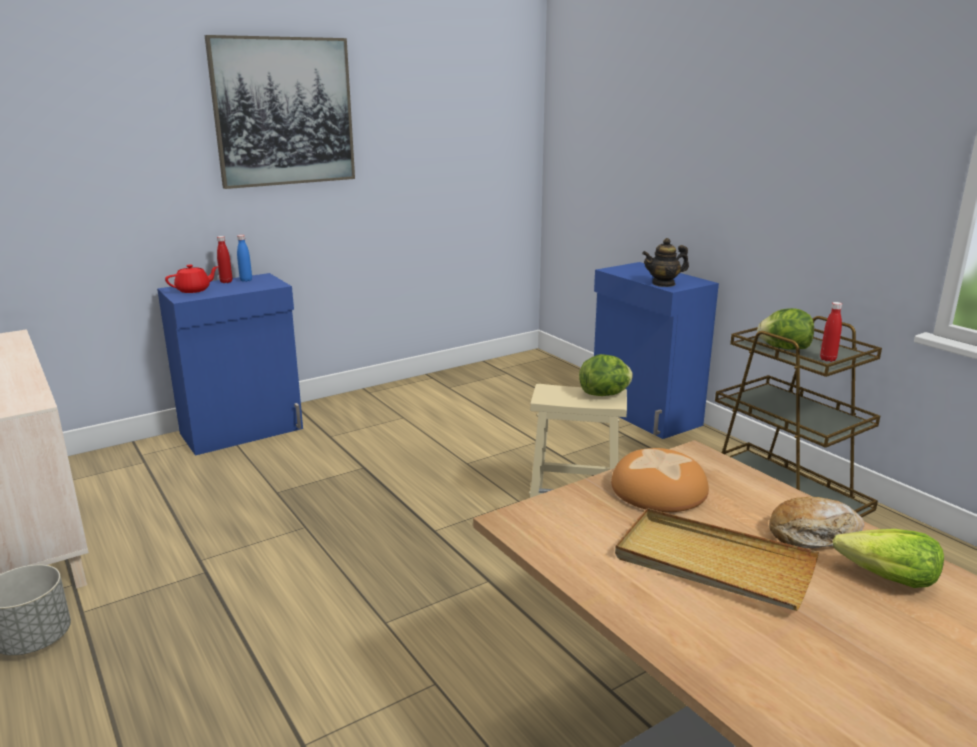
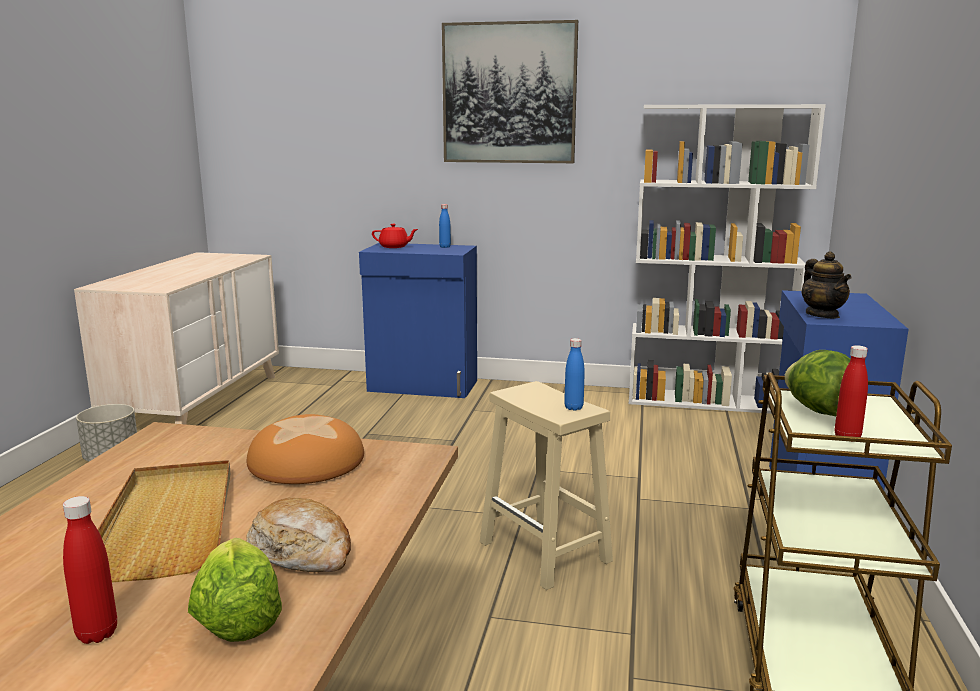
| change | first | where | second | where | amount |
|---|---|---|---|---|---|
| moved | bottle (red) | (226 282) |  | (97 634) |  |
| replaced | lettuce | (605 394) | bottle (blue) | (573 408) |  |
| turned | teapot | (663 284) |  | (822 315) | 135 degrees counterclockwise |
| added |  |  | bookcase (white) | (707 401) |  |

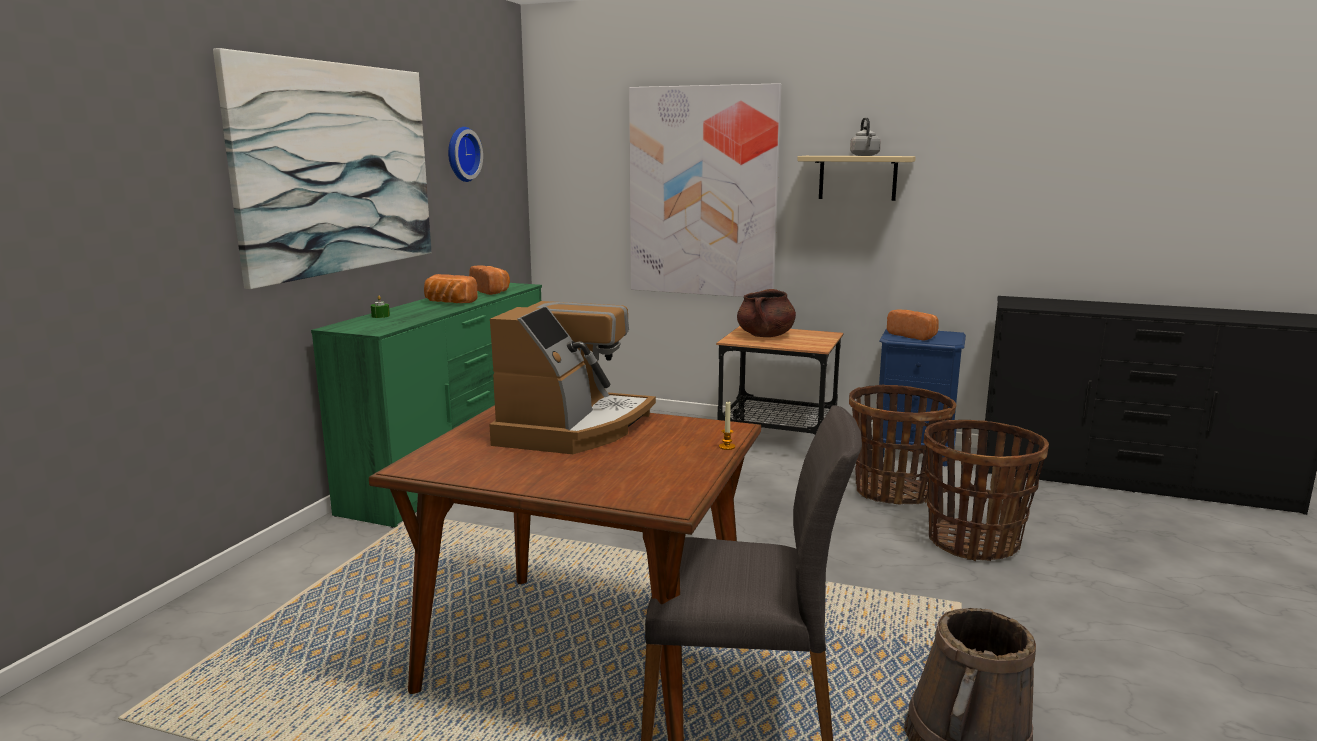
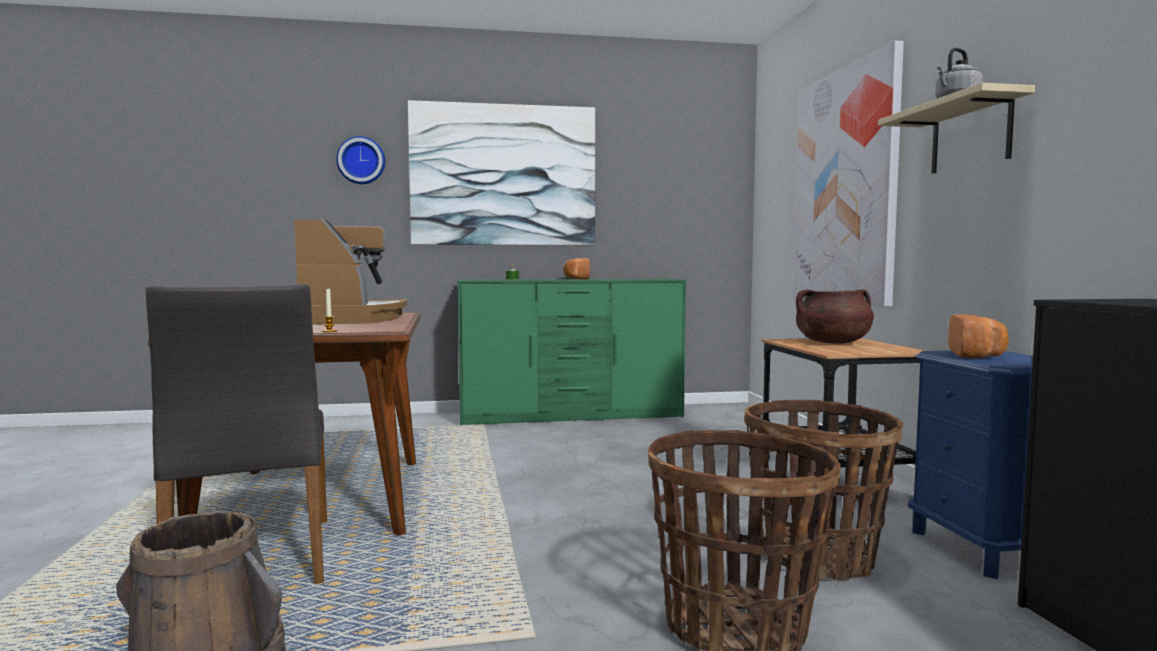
| change | first | where | second | where | amount |
|---|---|---|---|---|---|
| moved | wall clock | (461 154) |  | (361 161) |  |
| removed | bread | (492 291) |  |  |  |
| turned | coffee machine | (573 428) |  | (352 319) | 90 degrees counterclockwise |

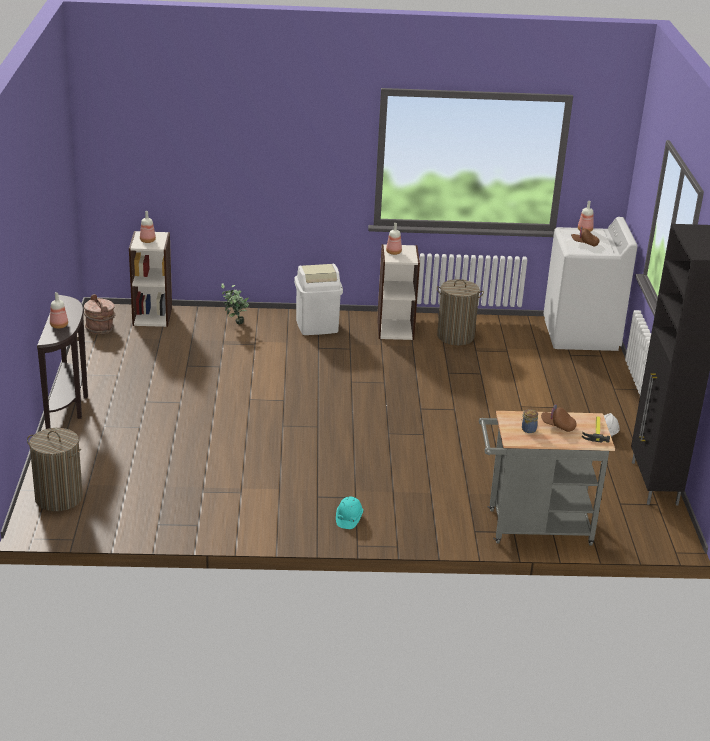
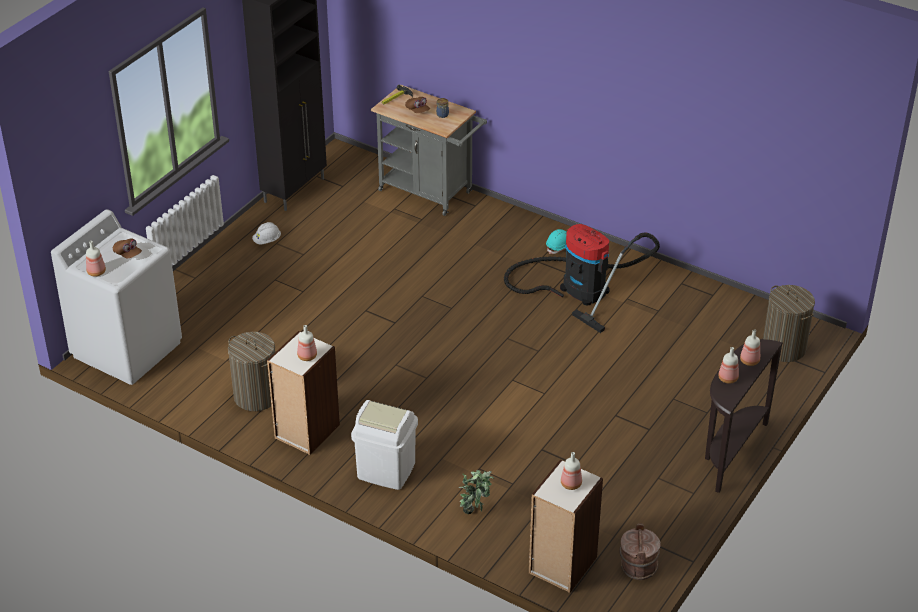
| change | first | where | second | where | amount |
|---|---|---|---|---|---|
| added |  |  | vacuum cleaner | (579 288) |  |
| added |  |  | bottle | (727 378) |  |

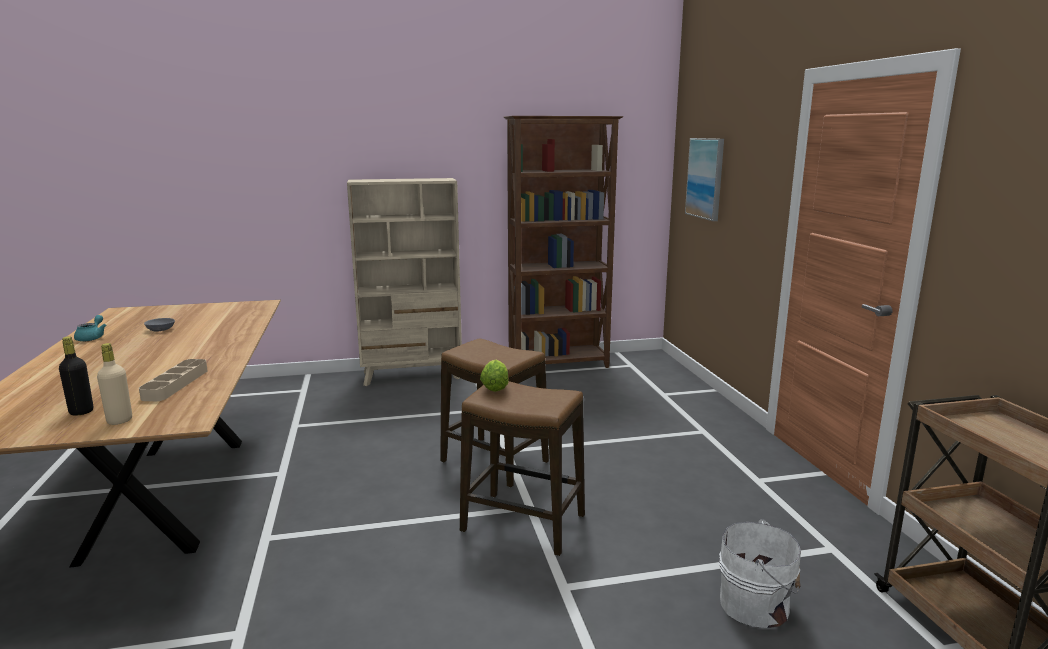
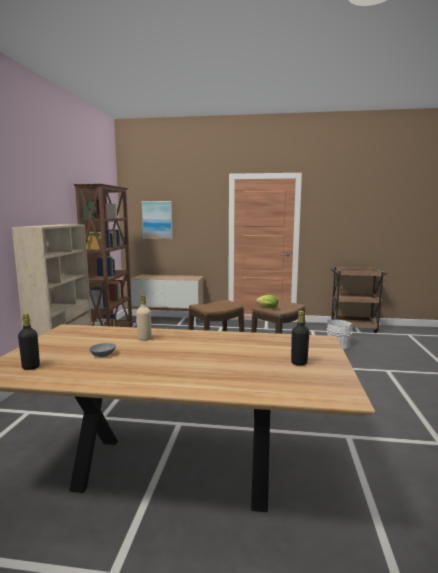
| change | first | where | second | where | amount |
|---|---|---|---|---|---|
| removed | teapot (turquoise) | (92 337) |  |  |  |
| moved | bottle (beige) | (119 420) |  | (144 339) |  |
| removed | tray (beige) | (176 384) |  |  |  |
| added |  |  | bottle (black) | (31 367) |  |
| added |  |  | cabinet | (169 321) |  |

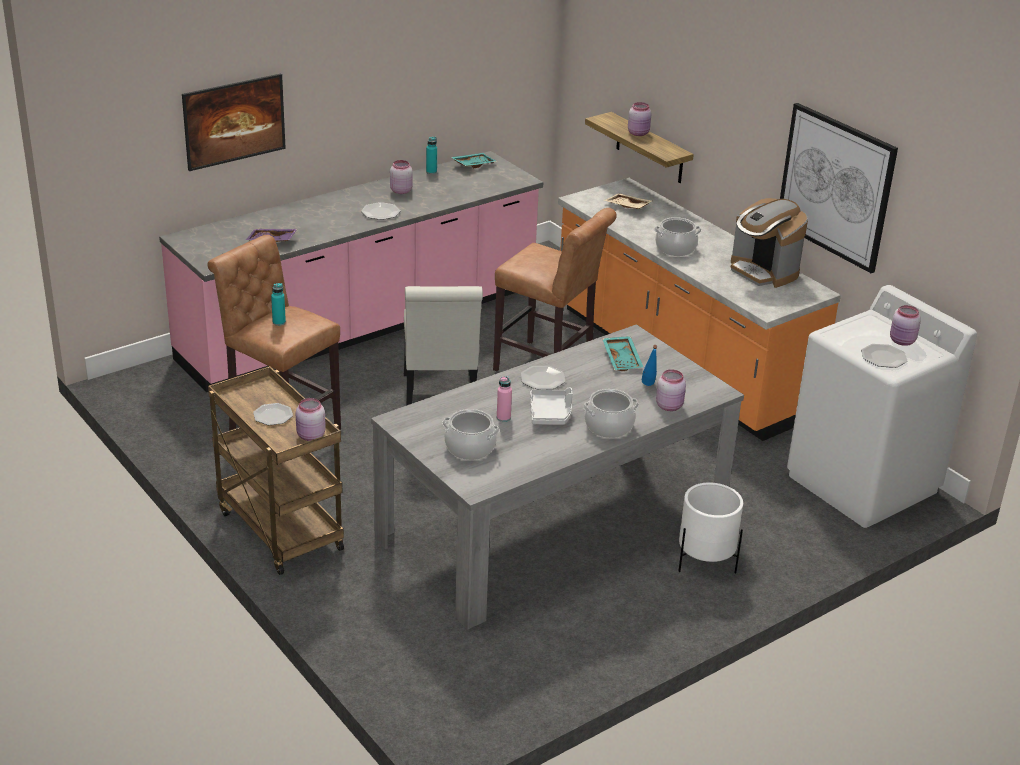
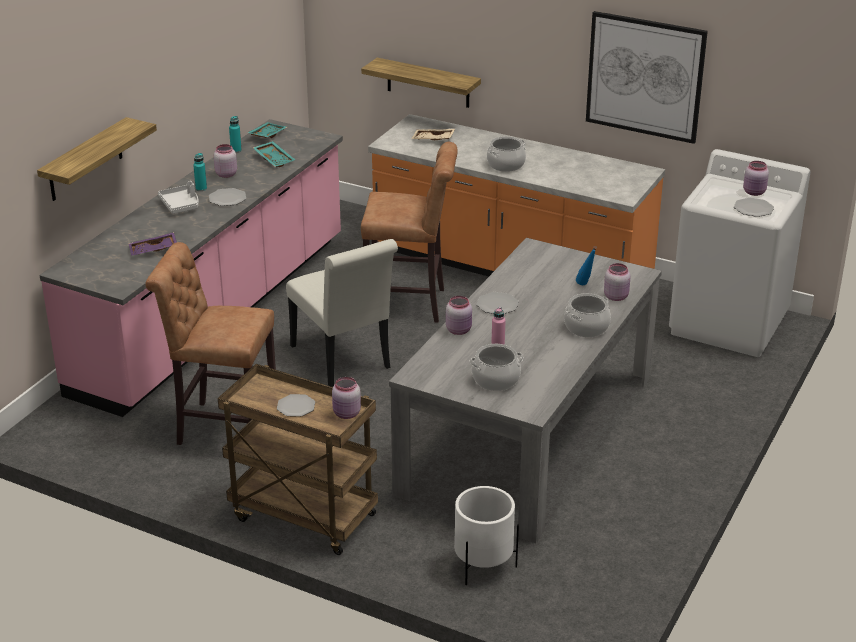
| change | first | where | second | where | amount |
|---|---|---|---|---|---|
| replaced | picture | (235 140) | shelf | (85 160) |  |
| moved | bottle (turquoise) | (279 322) |  | (201 188) |  |
| moved | tray (grey) | (550 414) |  | (181 205) |  |
| moved | tray (turquoise) | (623 359) |  | (275 159) |  |
| moved | jar (pink) | (639 133) |  | (459 330) |  |
| moved | planter (white) | (705 562) |  | (483 566) |  |
| removed | coffee machine | (763 271) |  |  |  |

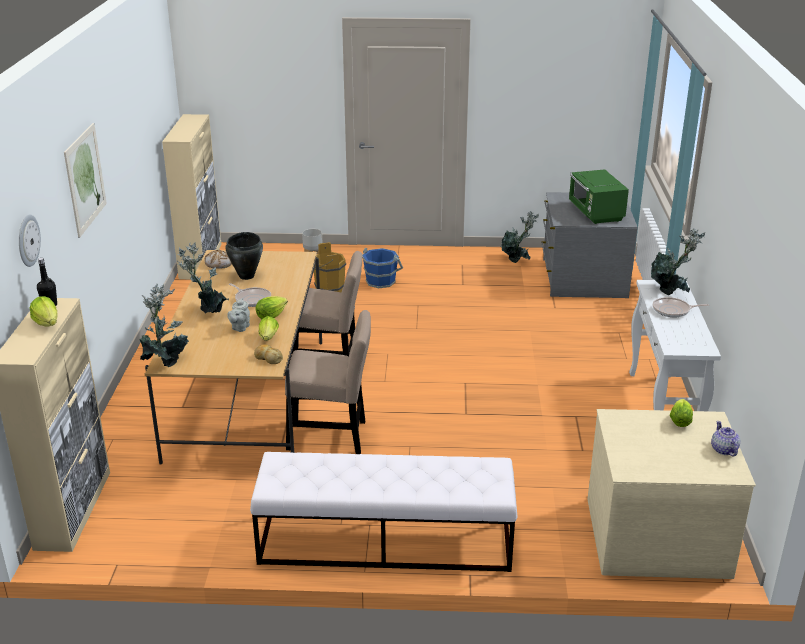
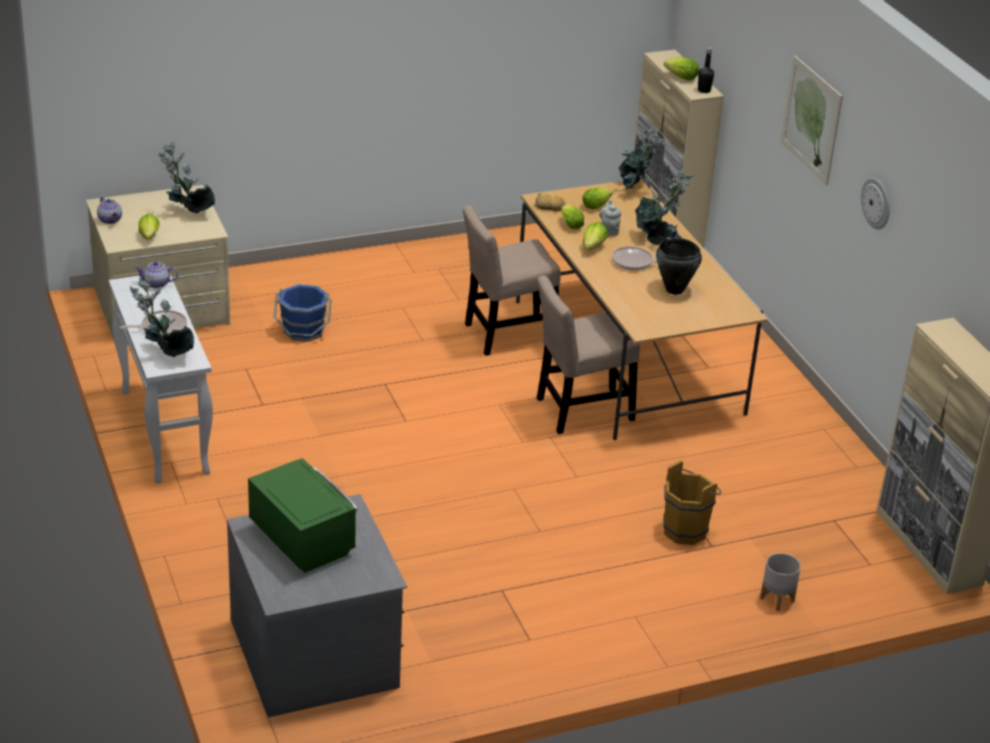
| change | first | where | second | where | amount |
|---|---|---|---|---|---|
| moved | wall clock | (27 240) |  | (876 203) |  |
| removed | bread | (219 264) |  |  |  |
| removed | bench (white) | (384 542) |  |  |  |
| moved | bucket (blue) | (380 281) |  | (304 331) |  |
| moved | potted plant | (517 260) |  | (188 214) |  |
| added |  |  | teapot | (157 284) |  |
| added |  |  | lettuce | (597 205) |  |

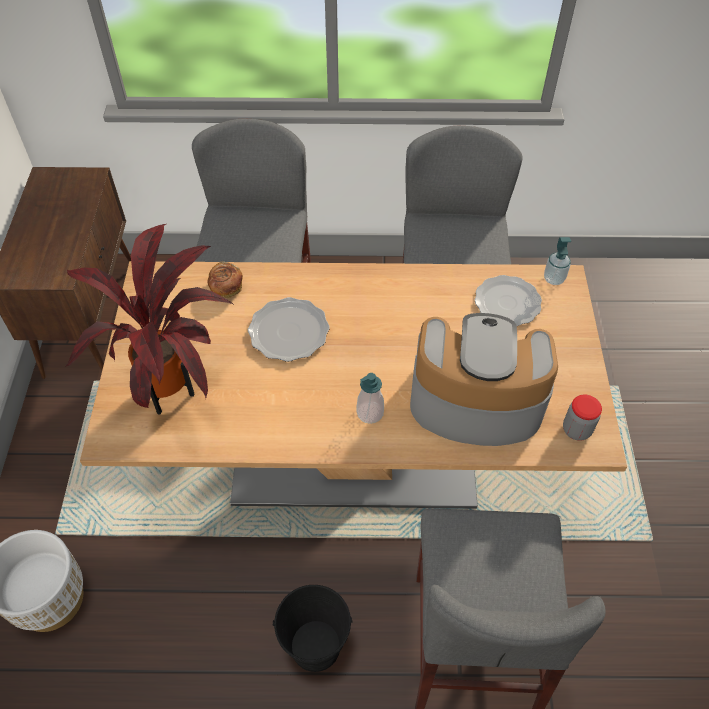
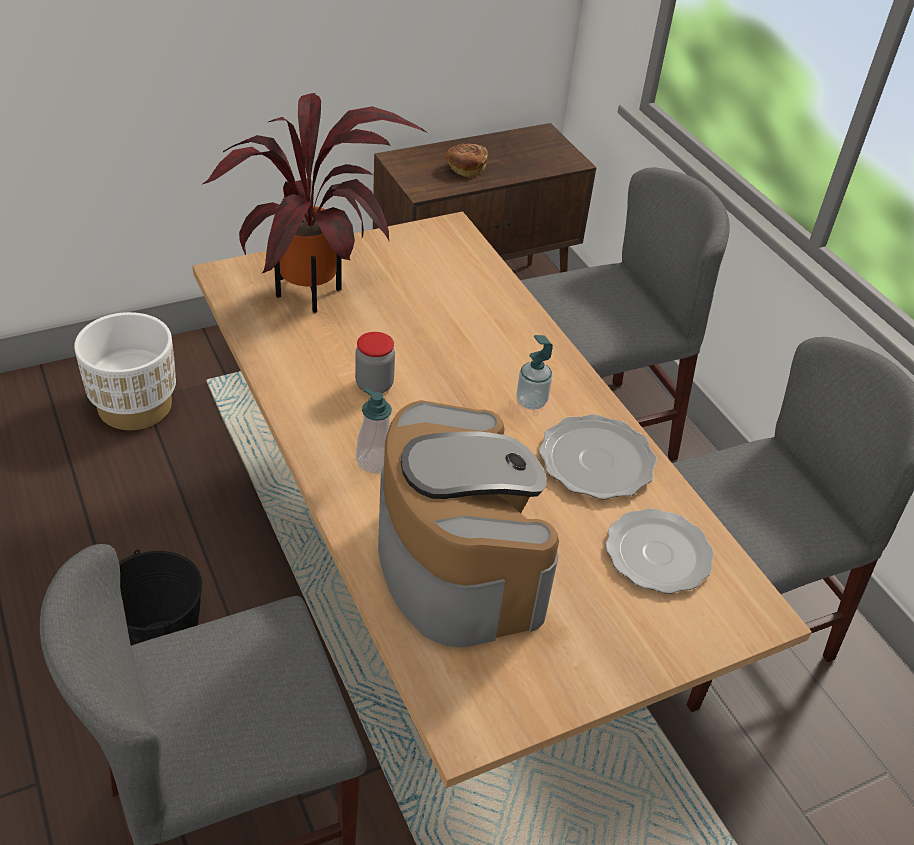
| change | first | where | second | where | amount |
|---|---|---|---|---|---|
| moved | bread | (226 288) |  | (466 169) |  |
| moved | plate | (289 331) |  | (597 461) |  |
| moved | soap dispenser | (554 279) |  | (531 401) |  |
| moved | jar | (576 430) |  | (374 385) |  |

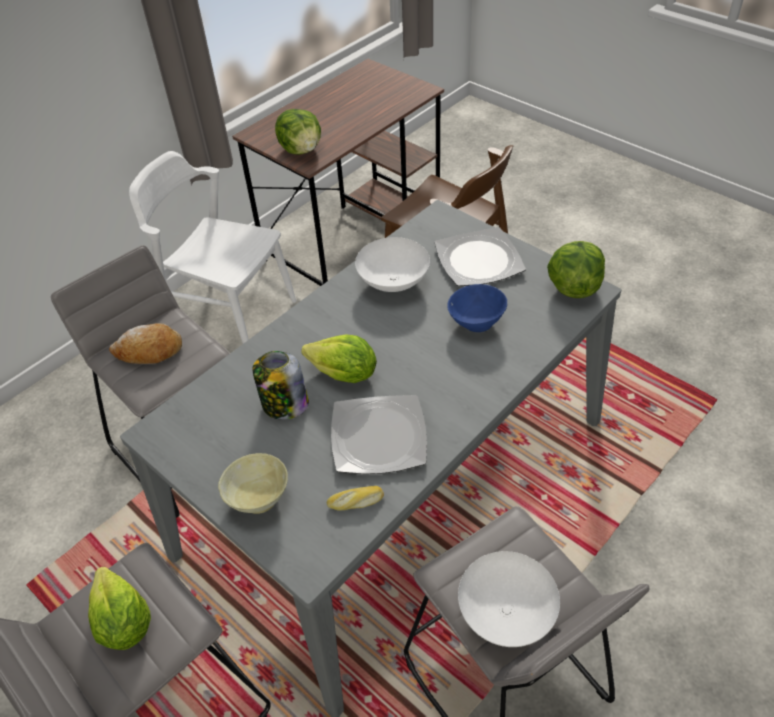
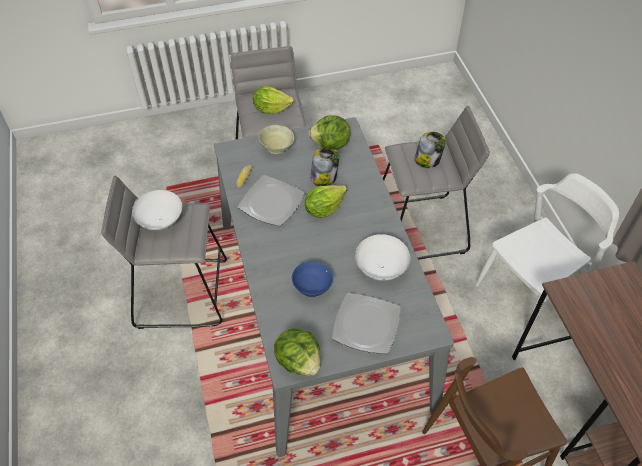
| change | first | where | second | where | amount |
|---|---|---|---|---|---|
| replaced | bread | (149 352) | jar | (427 160) |  |
| moved | lettuce | (302 149) |  | (330 145) |  |

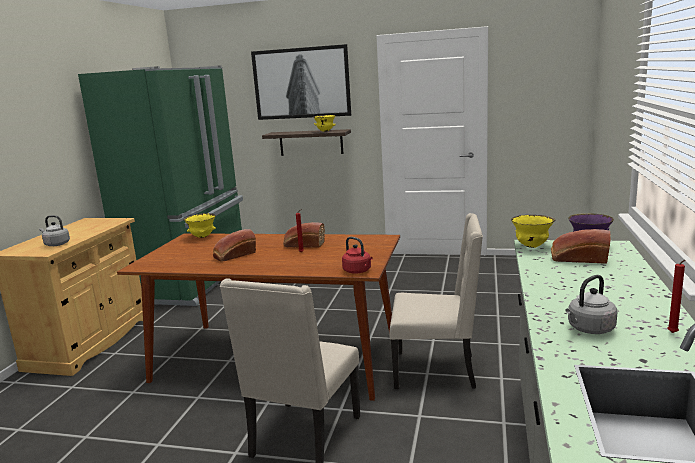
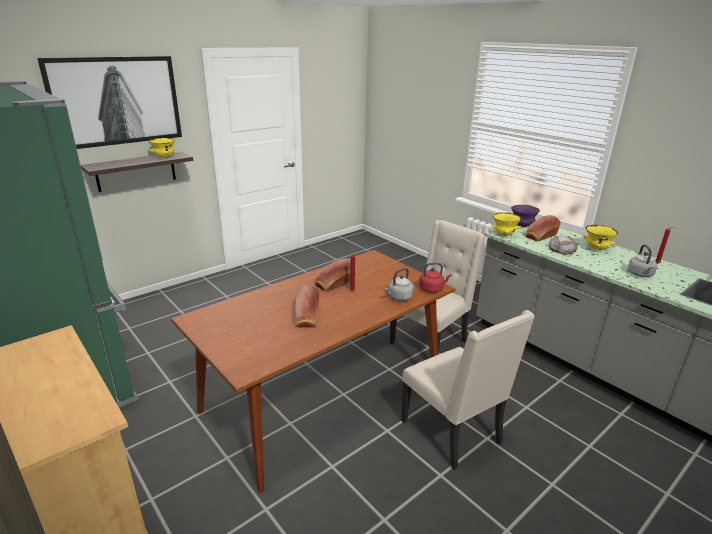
| change | first | where | second | where | amount |
|---|---|---|---|---|---|
| moved | kettle (grey) | (56 244) |  | (399 297) |  |
| moved | bowl (yellow) | (202 237) |  | (596 249) |  |
| added |  |  | bread | (562 249) |  |

